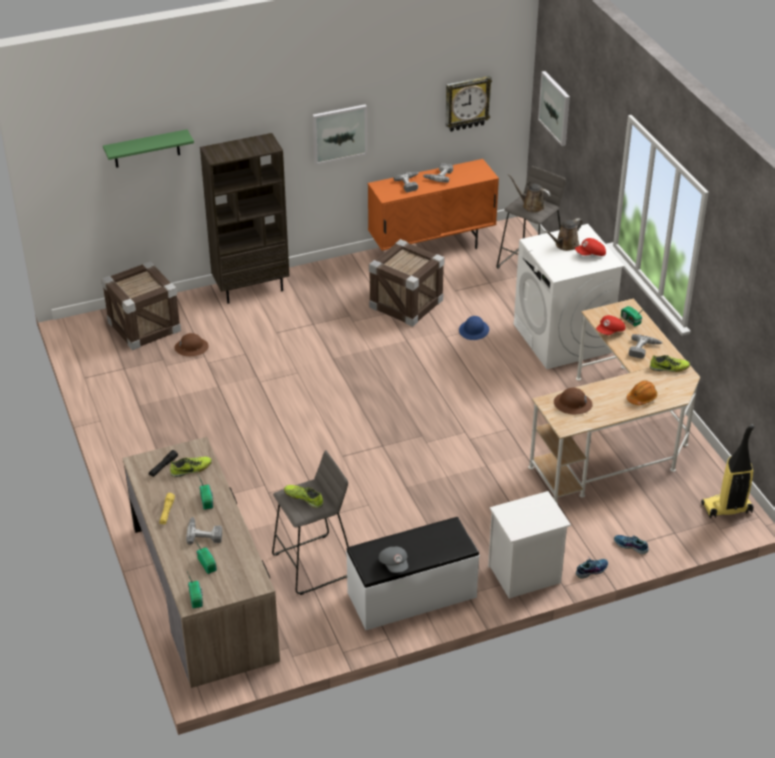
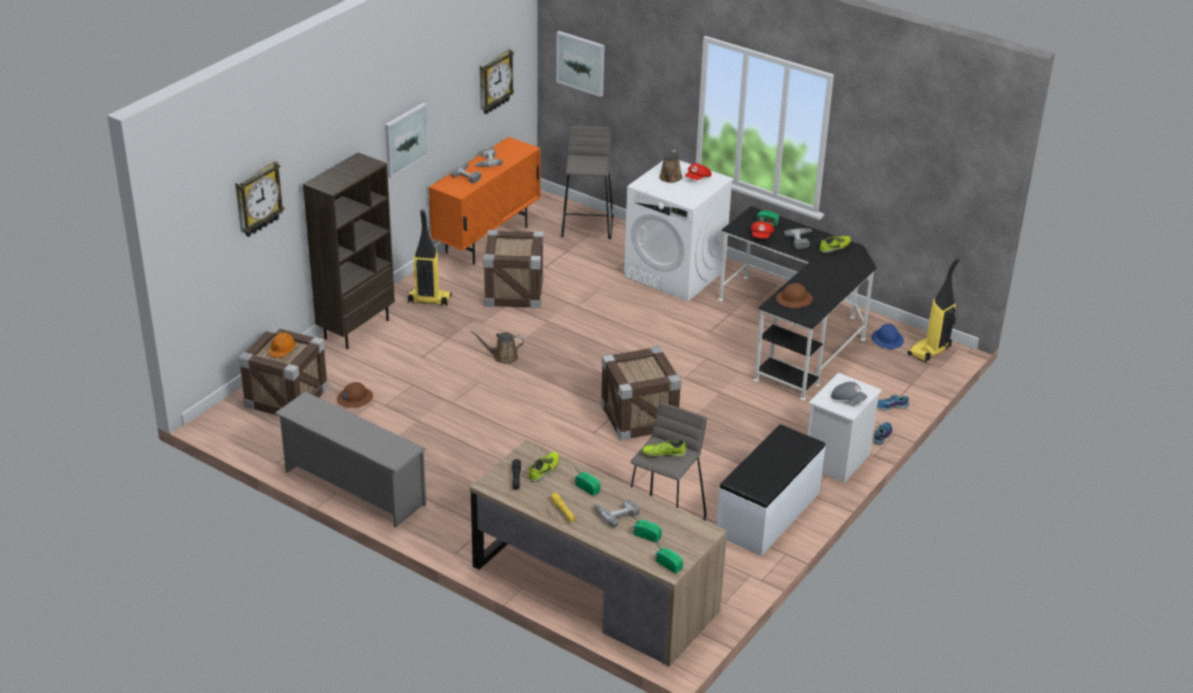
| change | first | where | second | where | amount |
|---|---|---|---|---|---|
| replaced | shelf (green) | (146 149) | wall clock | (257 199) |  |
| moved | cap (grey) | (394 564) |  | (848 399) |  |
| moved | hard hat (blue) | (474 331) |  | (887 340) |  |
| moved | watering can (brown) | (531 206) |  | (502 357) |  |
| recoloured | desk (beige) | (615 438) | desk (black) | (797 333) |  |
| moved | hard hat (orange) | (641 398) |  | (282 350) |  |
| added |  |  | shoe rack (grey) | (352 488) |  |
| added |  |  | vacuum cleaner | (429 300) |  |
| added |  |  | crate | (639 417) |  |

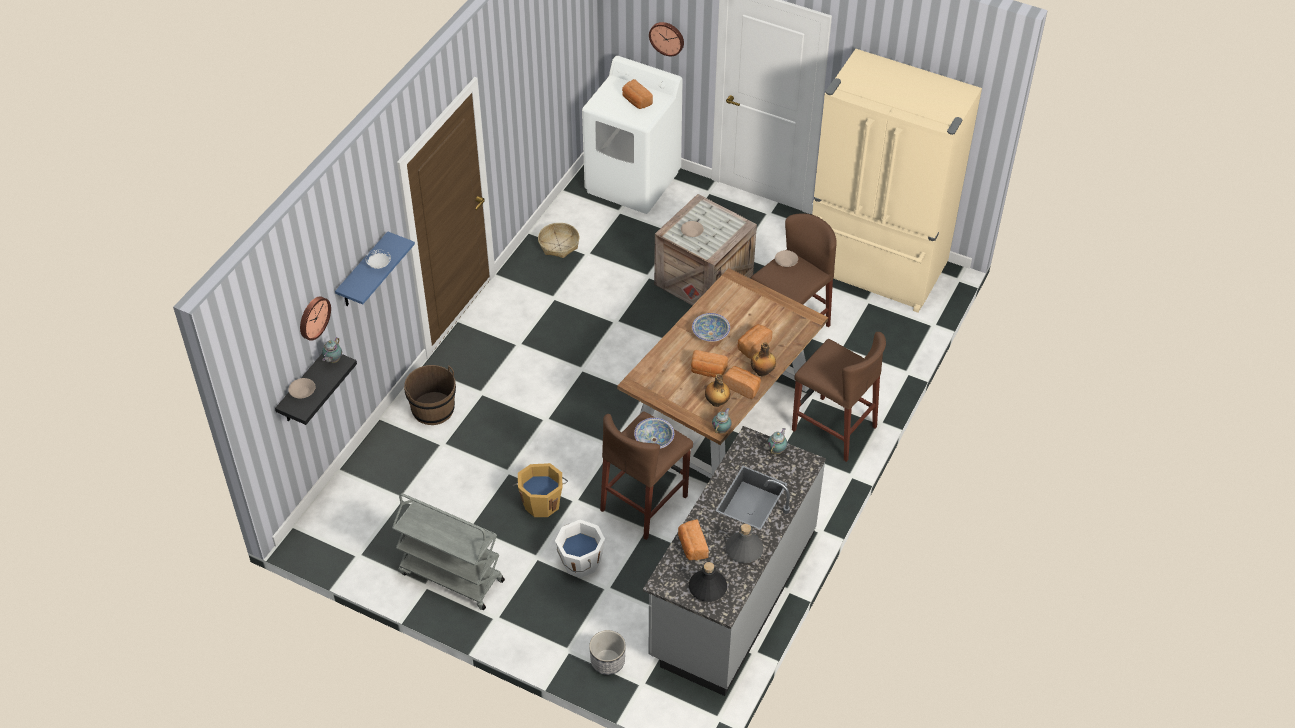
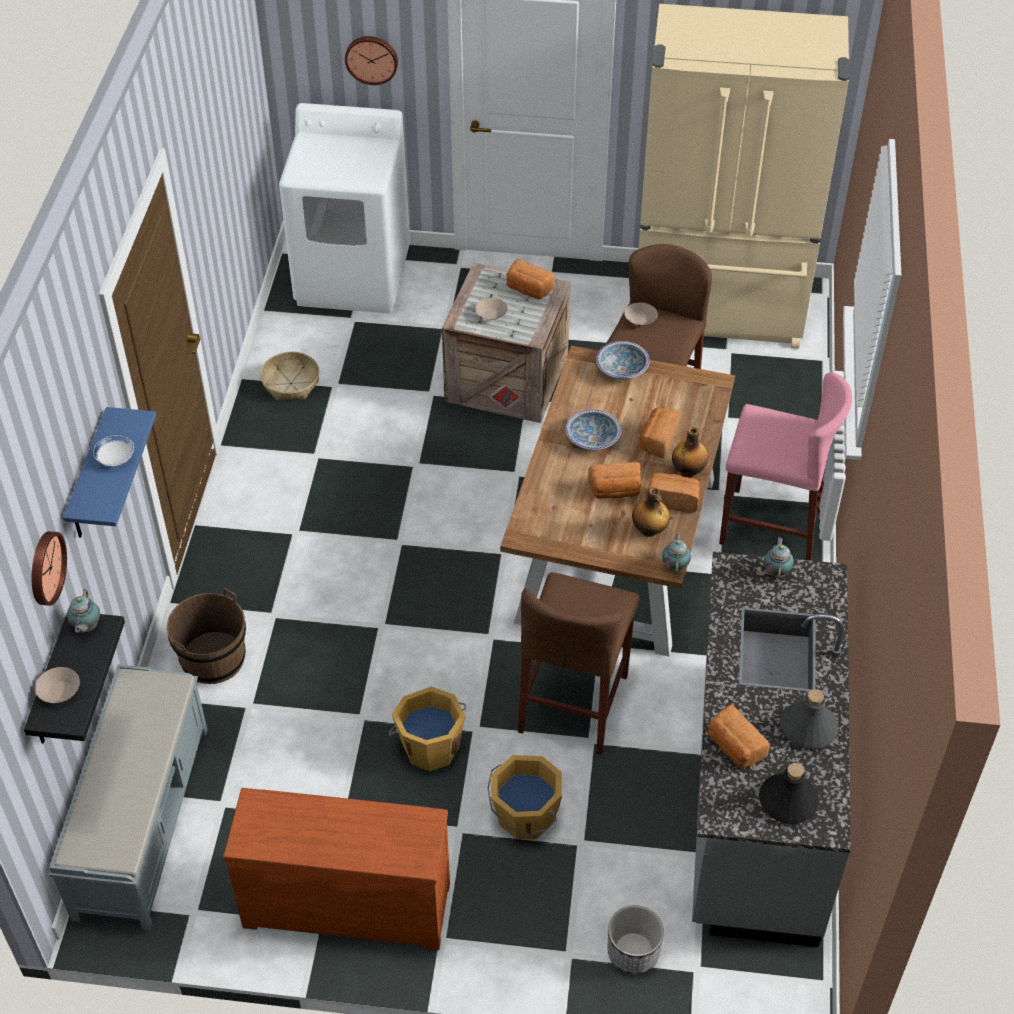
| change | first | where | second | where | amount |
|---|---|---|---|---|---|
| replaced | cart (grey) | (450 577) | dresser (brown) | (348 900) |  |
| recoloured | bucket (white) | (580 562) | bucket (orange) | (525 816) |  |
| moved | bread | (636 101) |  | (528 289) |  |
| moved | bowl | (654 439) |  | (622 369) |  |
| recoloured | stool (brown) | (833 428) | stool (pink) | (771 526) |  |
| added |  |  | bench (grey) | (142 819) |  |

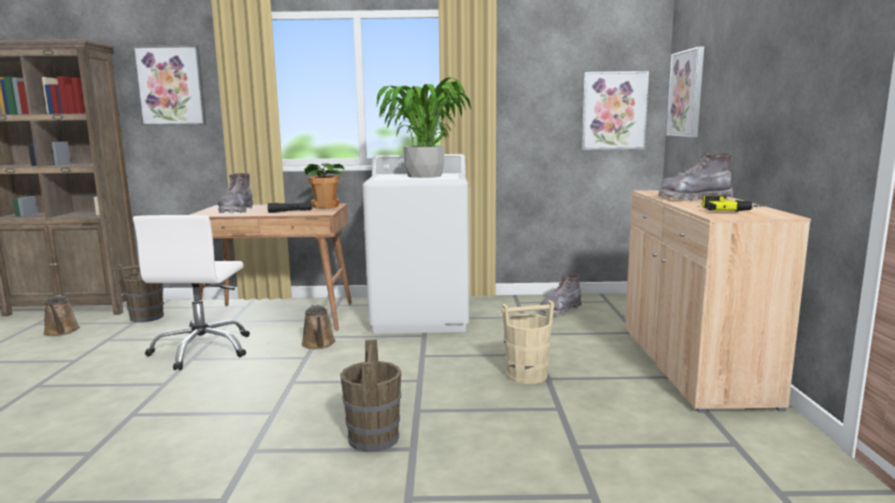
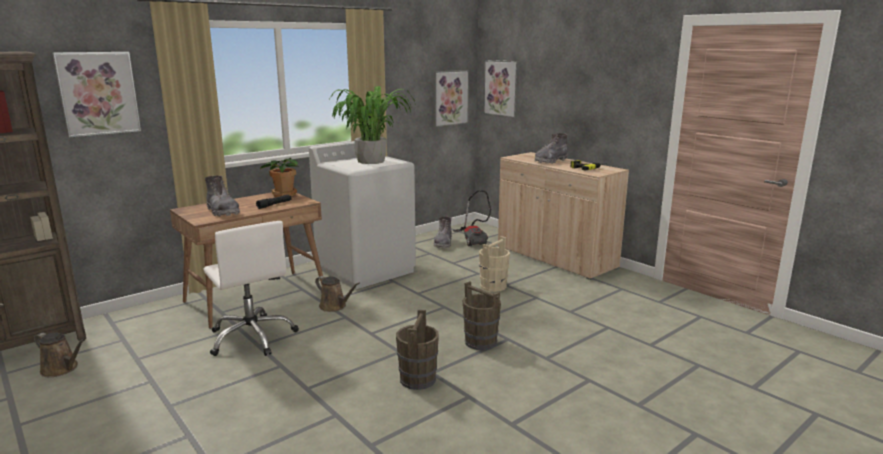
| change | first | where | second | where | amount |
|---|---|---|---|---|---|
| moved | bucket (brown) | (147 317) |  | (418 379) |  |
| added |  |  | vacuum cleaner | (473 239) |  |

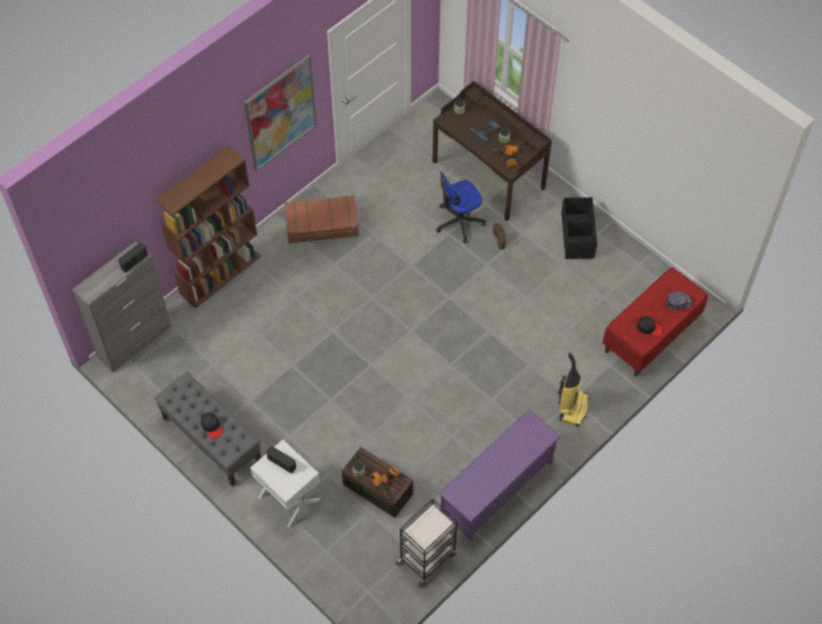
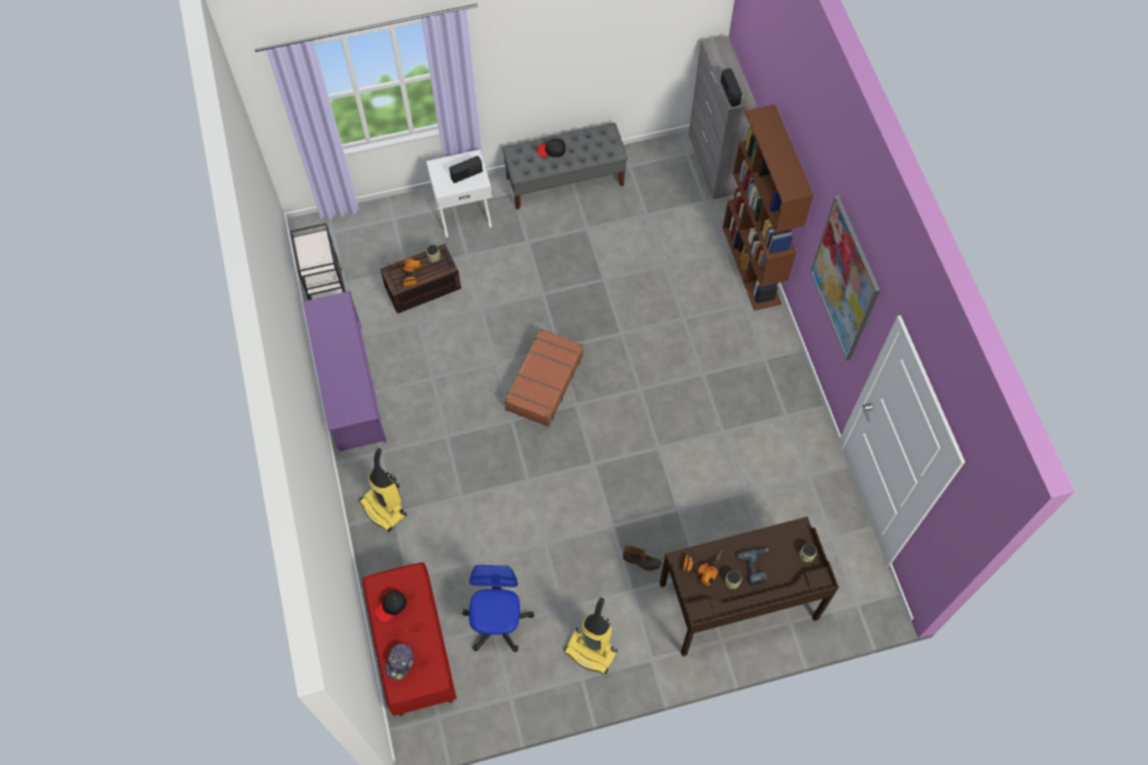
| change | first | where | second | where | amount |
|---|---|---|---|---|---|
| moved | suitcase (brown) | (322 225) |  | (544 382) |  |
| moved | office chair | (459 221) |  | (497 623) |  |
| replaced | storage box (black) | (577 236) | vacuum cleaner | (591 651) |  |

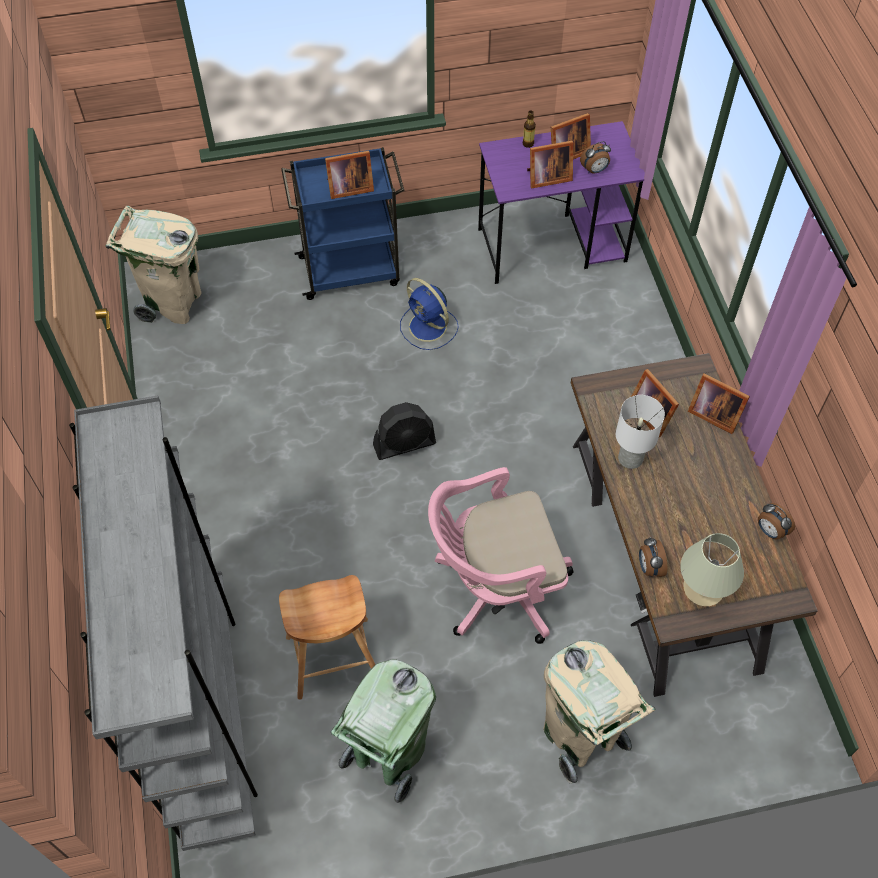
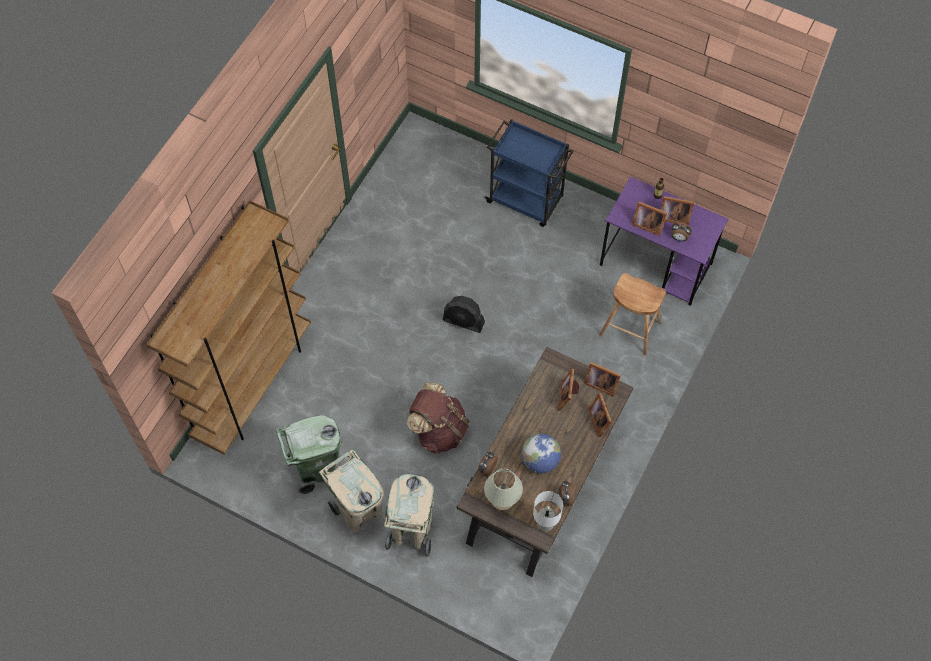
| change | first | where | second | where | amount |
|---|---|---|---|---|---|
| recoloured | bookcase (grey) | (207 712) | bookcase (brown) | (253 385) |  |
| moved | trash can (beige) | (174 304) |  | (359 511) |  |
| moved | stool (brown) | (333 657) |  | (630 328) |  |
| moved | picture frame | (348 188) |  | (600 383) |  |
| removed | fan (blue) | (429 327) |  |  |  |
| replaced | office chair (pink) | (495 588) | backpack (brown) | (439 430) |  |
| moved | table lamp (white) | (631 458) |  | (545 524) |  |
| added |  |  | globe | (540 461) |  |

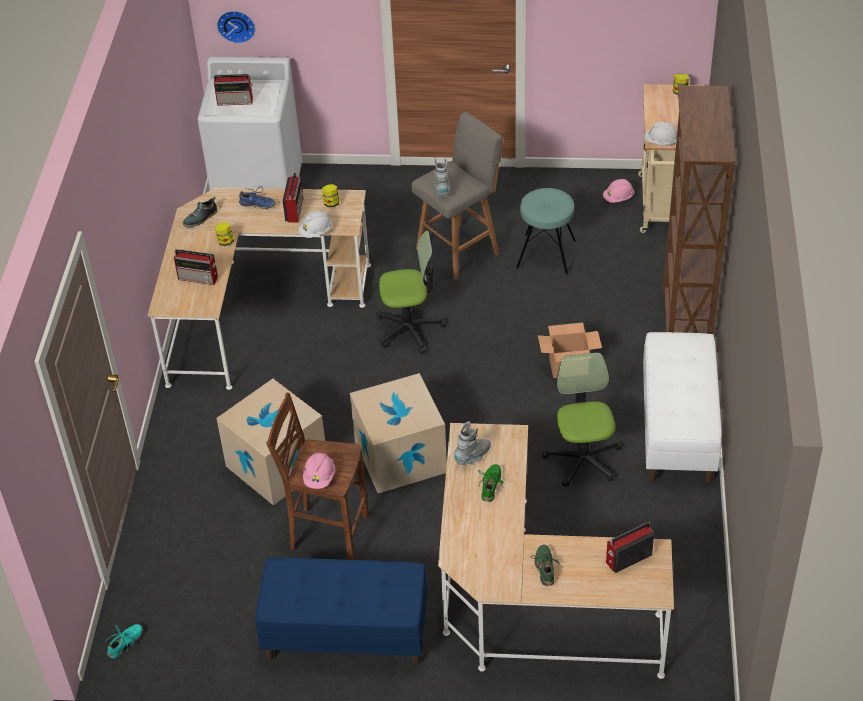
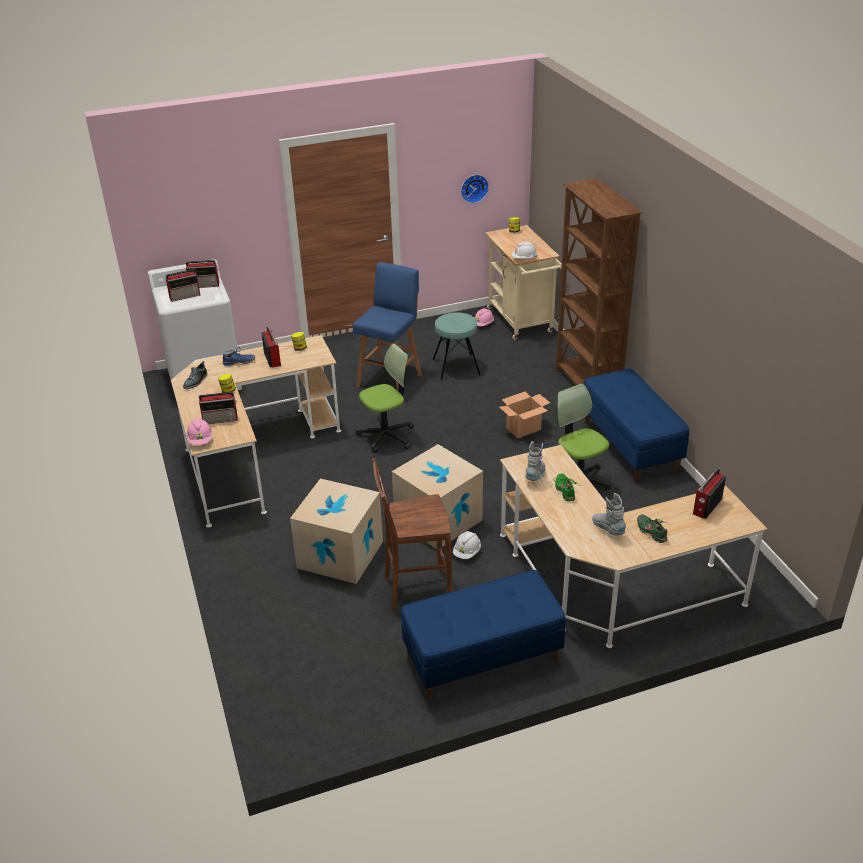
| change | first | where | second | where | amount |
|---|---|---|---|---|---|
| removed | shoe (turquoise) | (125 643) |  |  |  |
| moved | wall clock | (236 25) |  | (473 188) |  |
| moved | hard hat (white) | (316 232) |  | (467 552) |  |
| moved | hard hat (pink) | (319 477) |  | (200 440) |  |
| recoloured | stool (grey) | (459 250) | stool (blue) | (390 379) |  |
| moved | boot (grey) | (442 189) |  | (608 529) |  |
| recoloured | bench (white) | (678 430) | bench (blue) | (631 446) |  |
| added |  |  | radio | (205 285) |  |

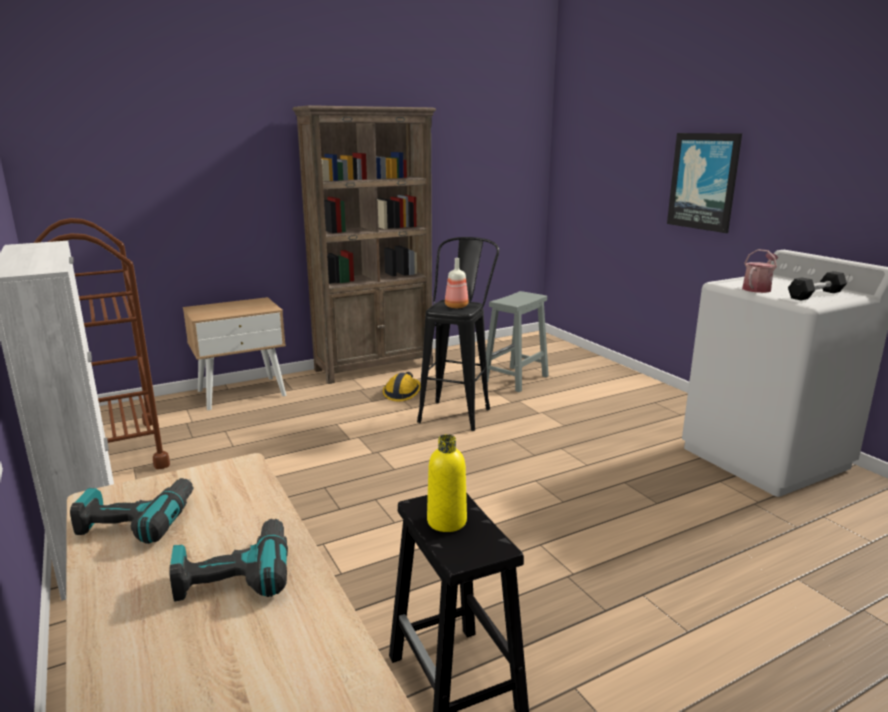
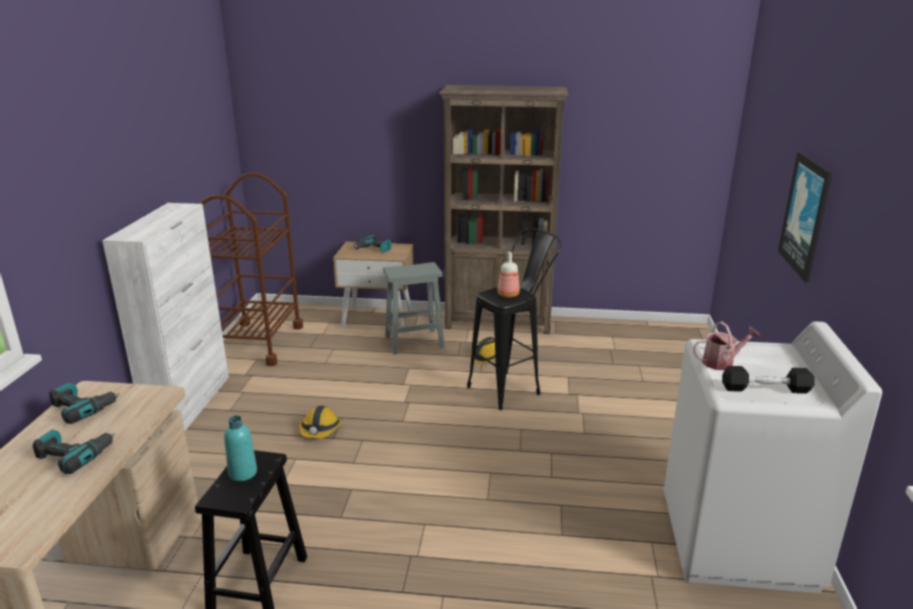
| change | first | where | second | where | amount |
|---|---|---|---|---|---|
| recoloured | bottle (yellow) | (446 521) | bottle (turquoise) | (243 473) |  |
| moved | stool (grey) | (515 379) |  | (413 342) |  |
| added |  |  | hard hat | (320 430) |  |
| added |  |  | power drill | (373 249) |  |

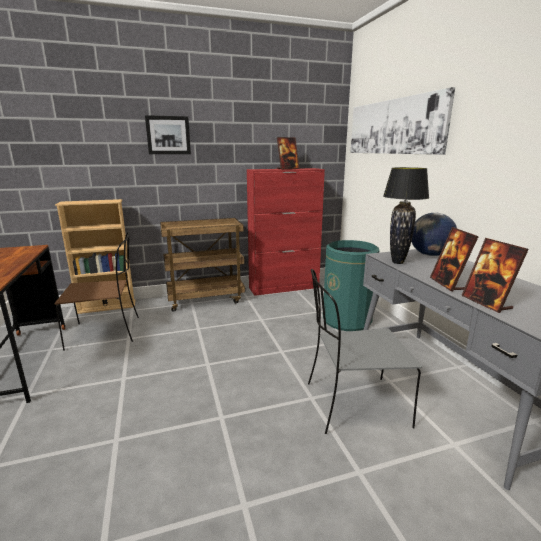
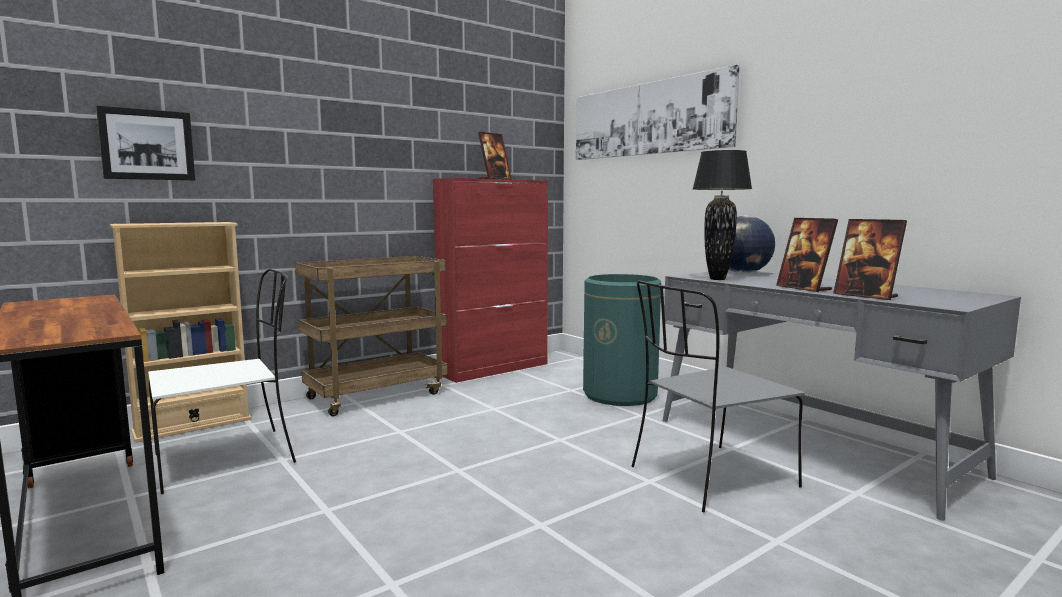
| change | first | where | second | where | amount |
|---|---|---|---|---|---|
| recoloured | chair (brown) | (106 332) | chair (white) | (229 458) |  |
| moved | picture | (168 135) |  | (147 145) |  |

